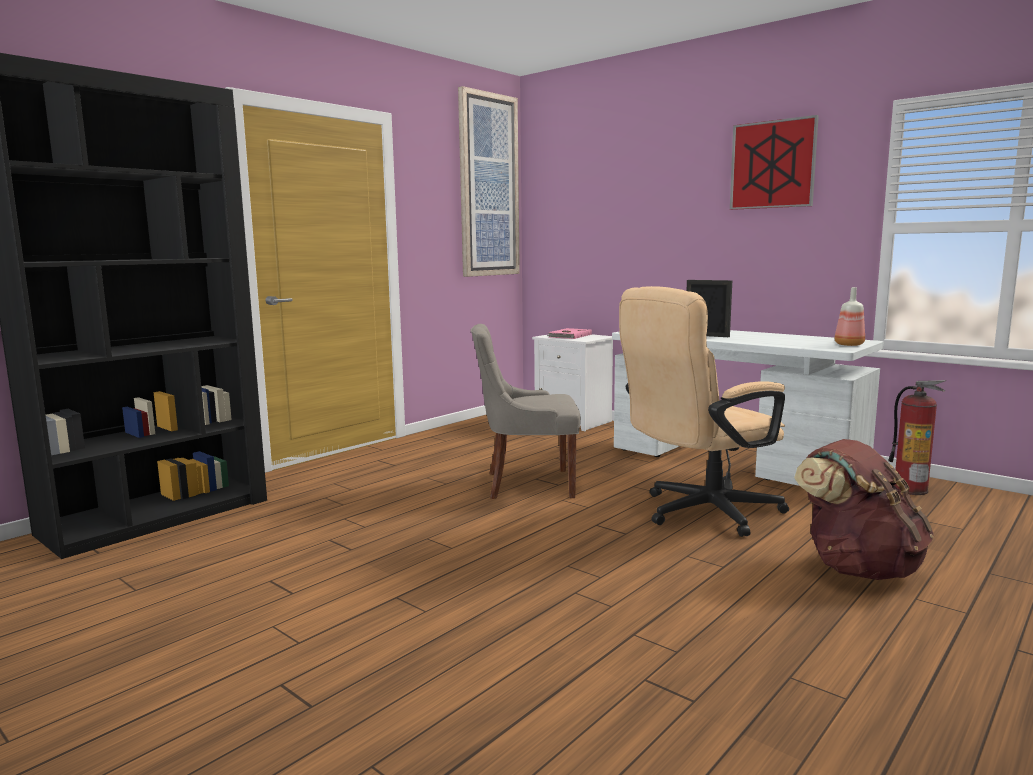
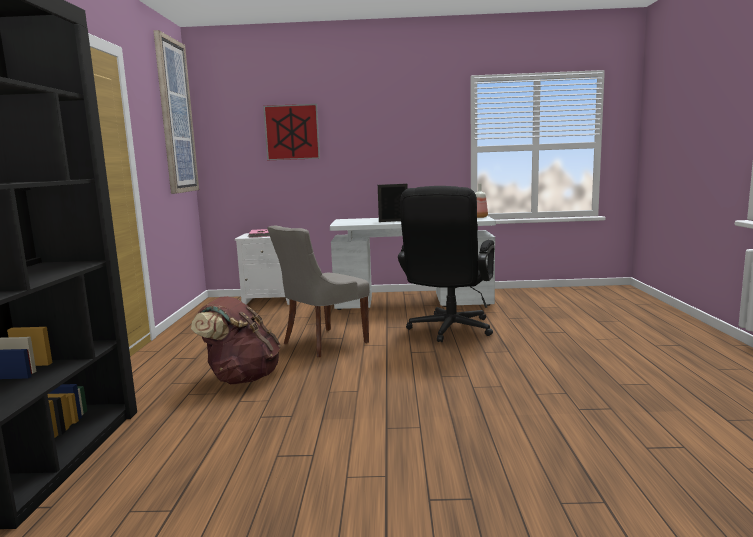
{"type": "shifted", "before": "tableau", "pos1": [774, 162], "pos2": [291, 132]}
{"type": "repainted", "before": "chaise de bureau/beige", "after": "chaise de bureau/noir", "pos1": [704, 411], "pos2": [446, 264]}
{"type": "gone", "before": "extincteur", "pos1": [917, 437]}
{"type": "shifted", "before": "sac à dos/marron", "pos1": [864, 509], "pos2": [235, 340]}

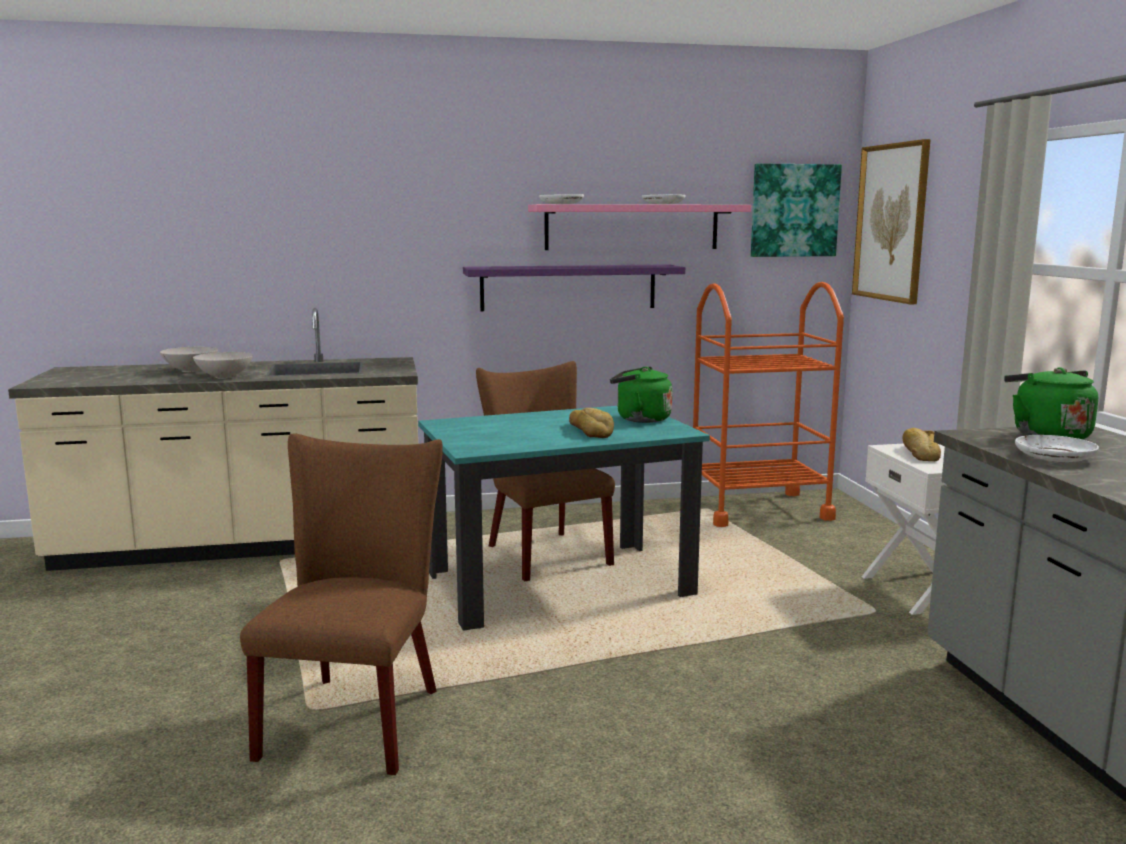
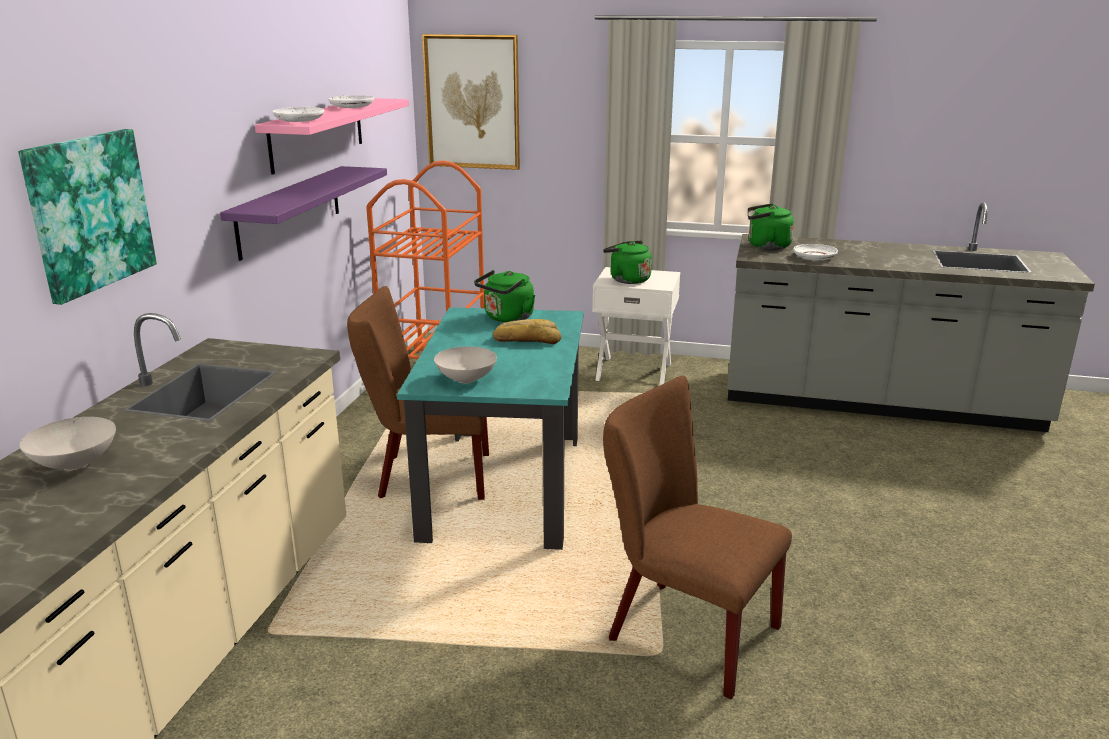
{"type": "shifted", "before": "tableau", "pos1": [796, 210], "pos2": [87, 217]}
{"type": "shifted", "before": "bol/blanc", "pos1": [223, 365], "pos2": [465, 364]}
{"type": "swapped", "before": "pain", "after": "bouilloire/vert", "pos1": [921, 444], "pos2": [627, 262]}

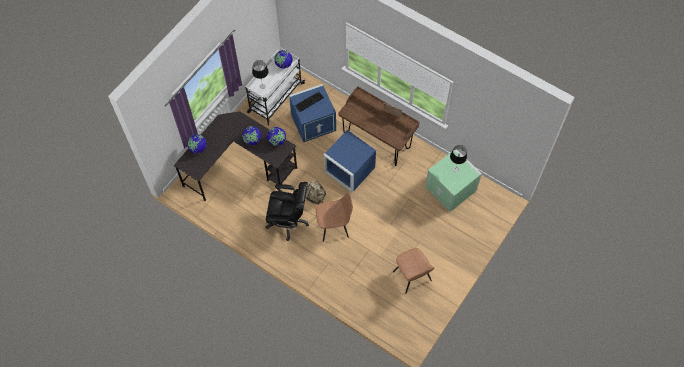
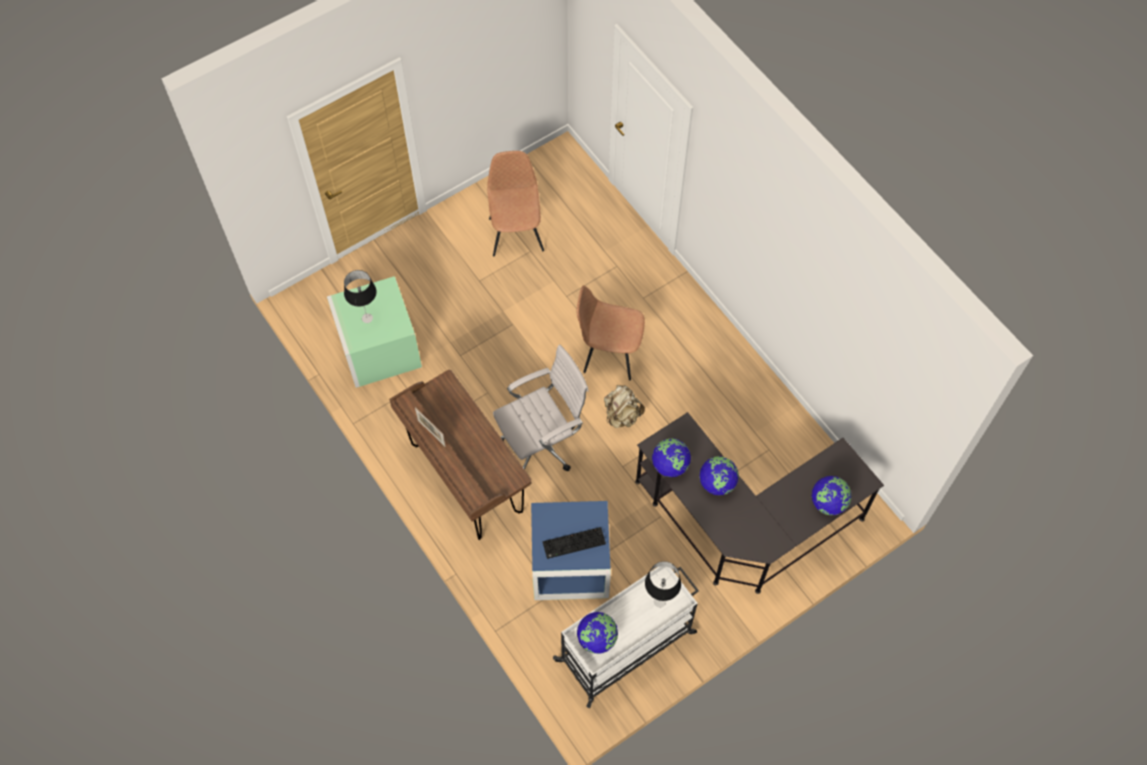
{"type": "swapped", "before": "boîte de rangement/bleu", "after": "chaise de bureau/blanc", "pos1": [349, 161], "pos2": [541, 408]}
{"type": "gone", "before": "chaise de bureau/noir", "pos1": [287, 211]}

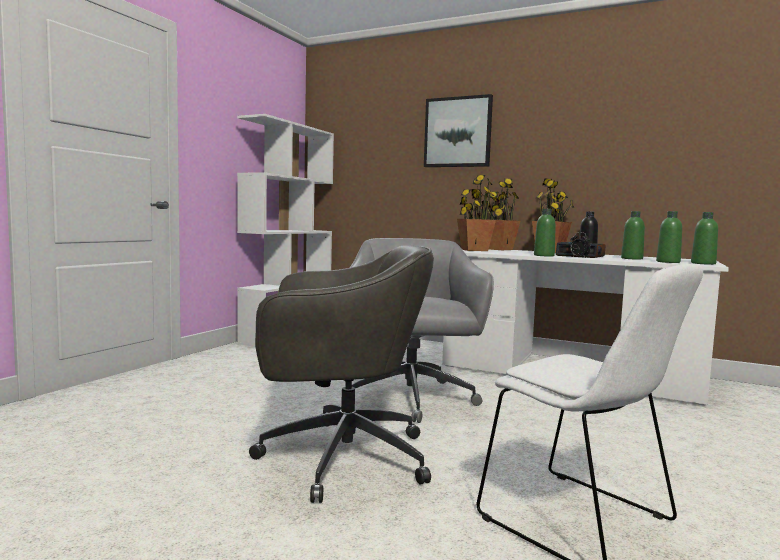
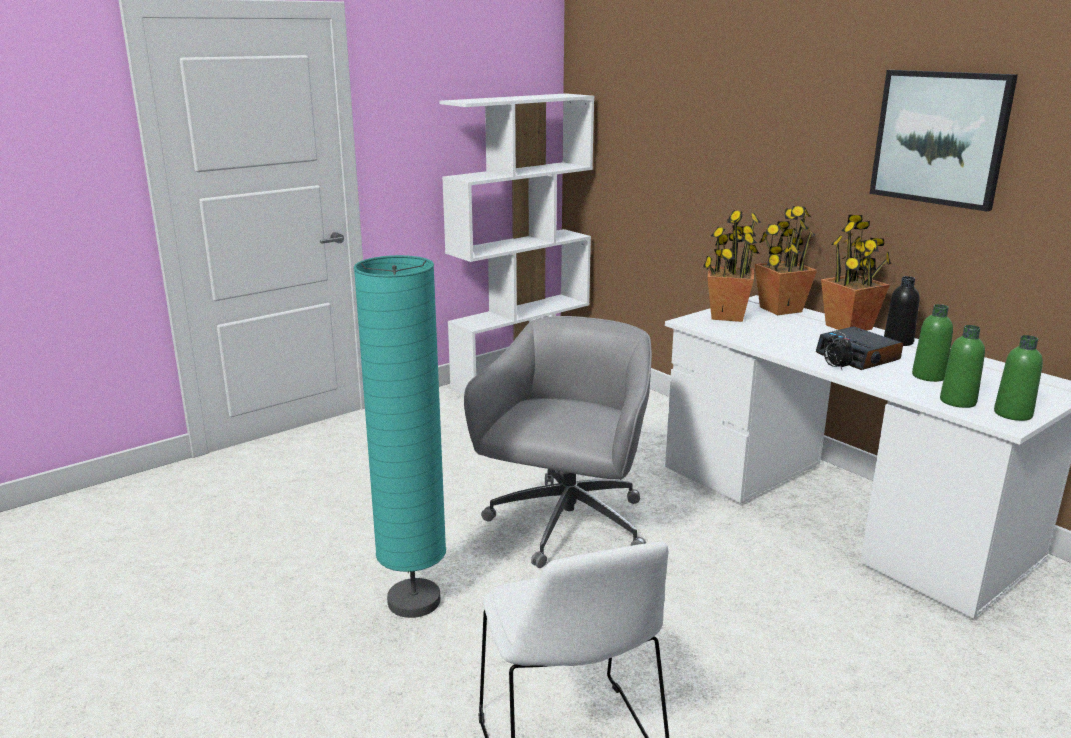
{"type": "shifted", "before": "tableau", "pos1": [458, 130], "pos2": [943, 140]}
{"type": "gone", "before": "bouteille/vert", "pos1": [545, 233]}
{"type": "swapped", "before": "chaise de bureau/gris", "after": "lampadaire/turquoise", "pos1": [341, 374], "pos2": [400, 436]}

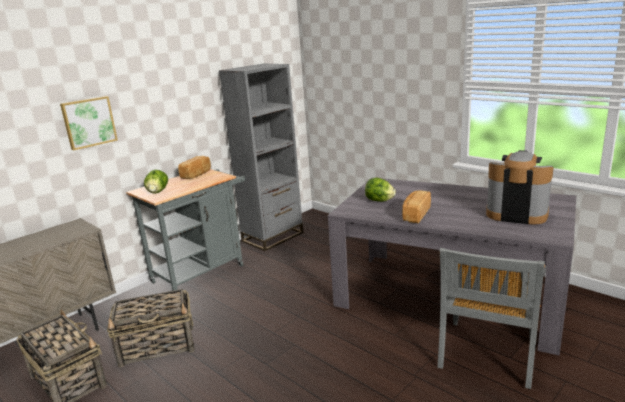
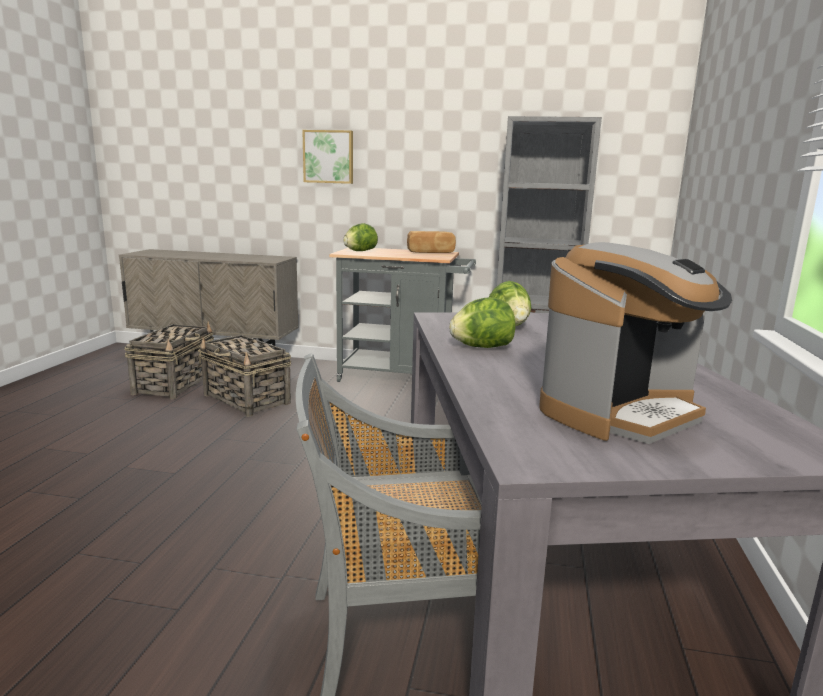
{"type": "rotated", "before": "machine à café", "pos1": [520, 187], "pos2": [636, 343], "turn": 60}
{"type": "swapped", "before": "pain", "after": "laitue", "pos1": [416, 206], "pos2": [482, 322]}

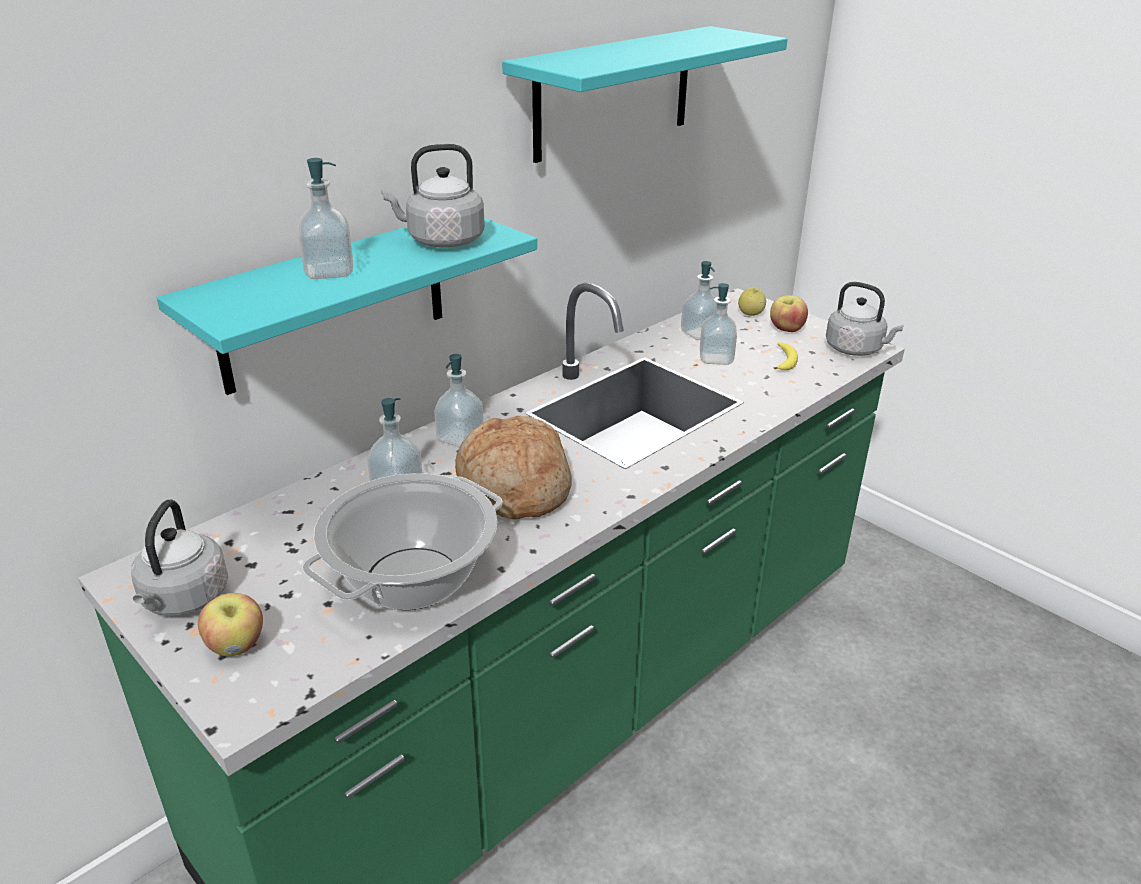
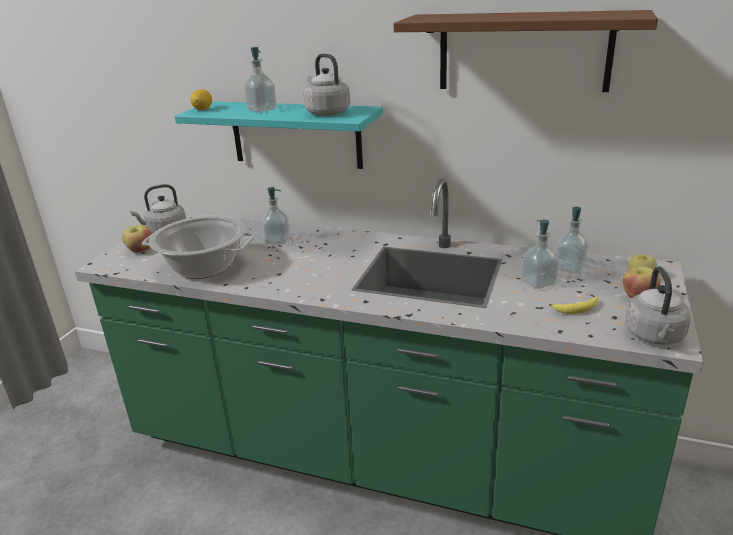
{"type": "repainted", "before": "étagère/turquoise", "after": "étagère/marron", "pos1": [645, 94], "pos2": [526, 51]}
{"type": "gone", "before": "distributeur de savon", "pos1": [459, 400]}
{"type": "gone", "before": "pain", "pos1": [513, 468]}
{"type": "new", "after": "citron", "pos2": [201, 99]}

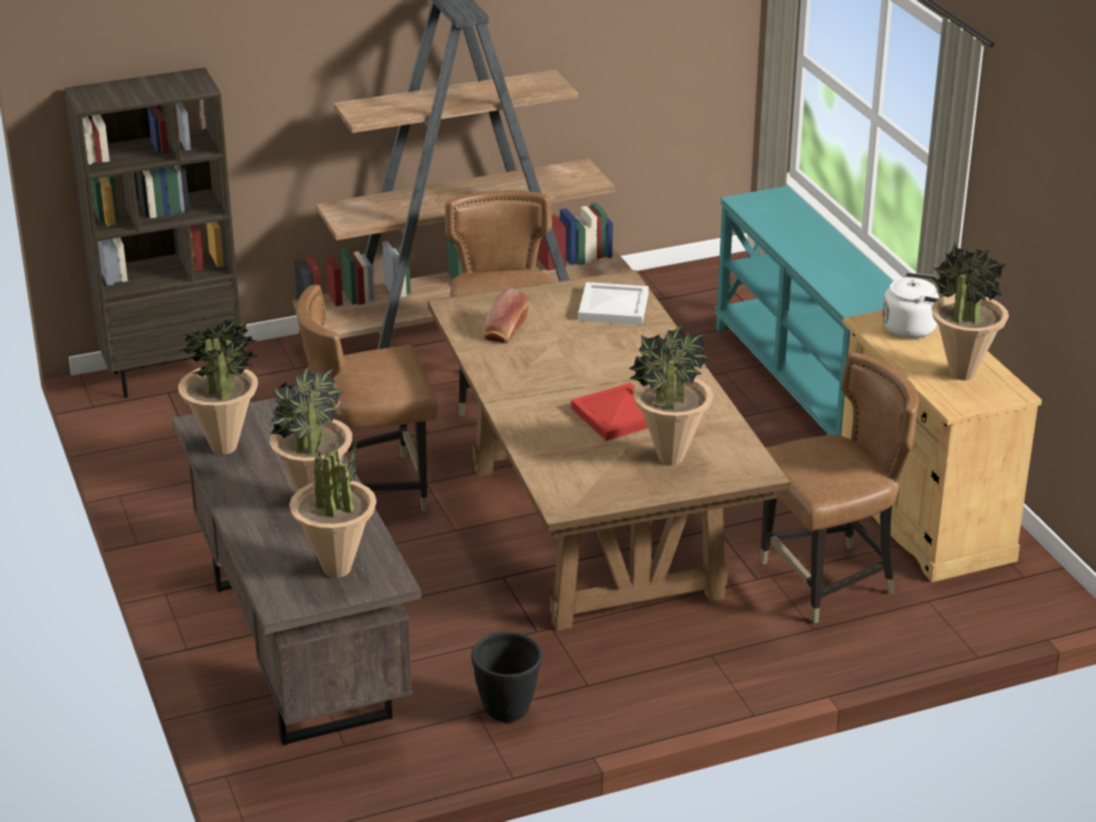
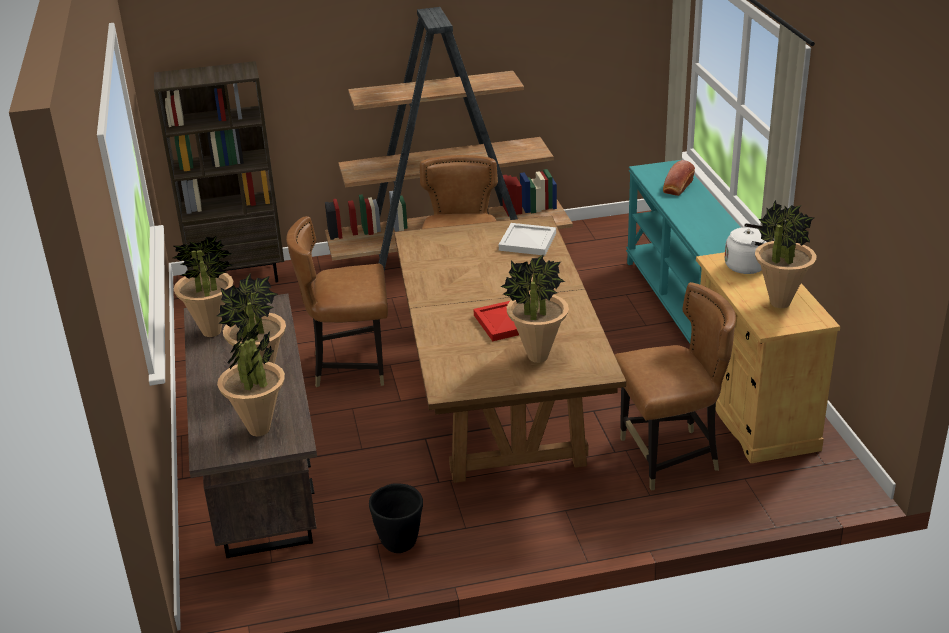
{"type": "shifted", "before": "pain", "pos1": [506, 315], "pos2": [679, 178]}

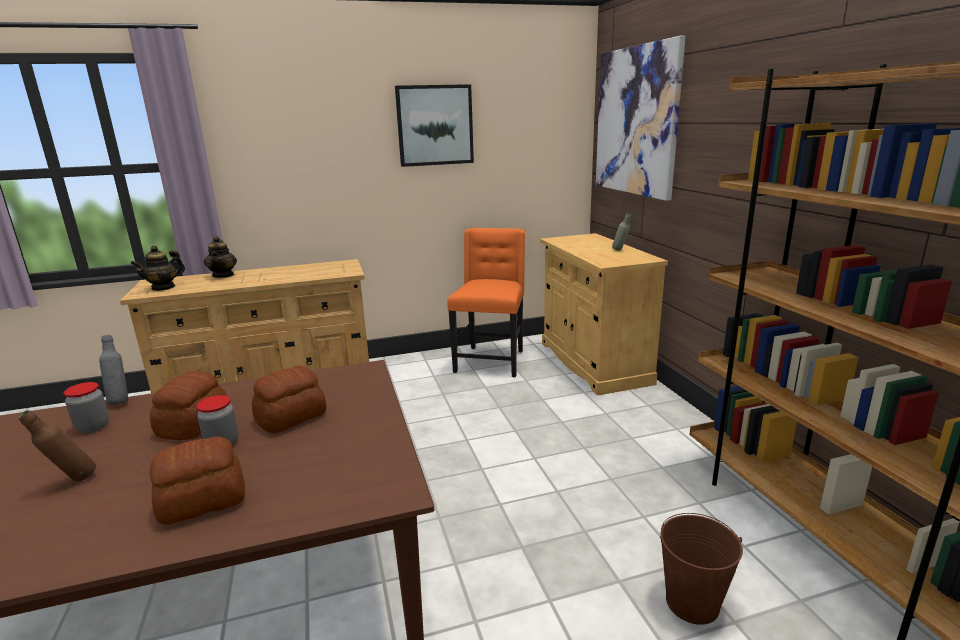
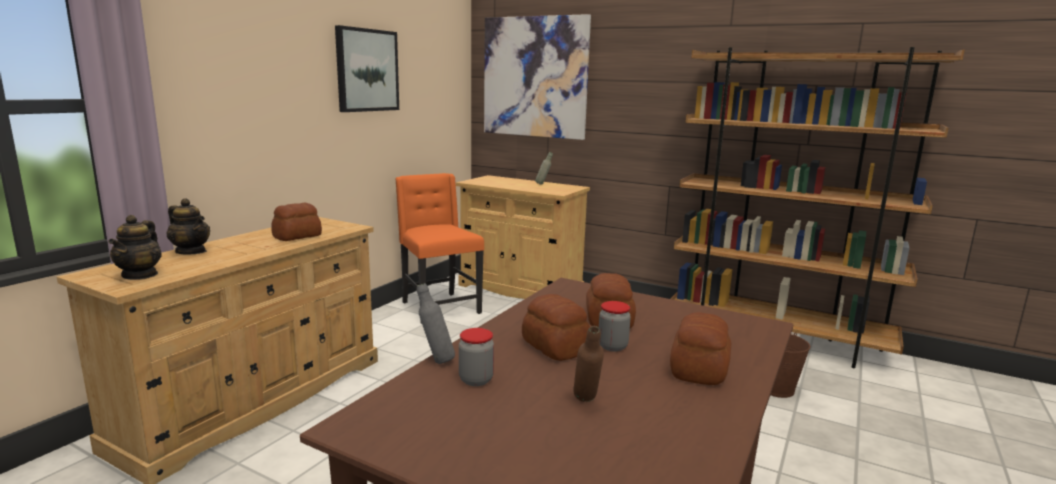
{"type": "new", "after": "pain", "pos2": [296, 222]}

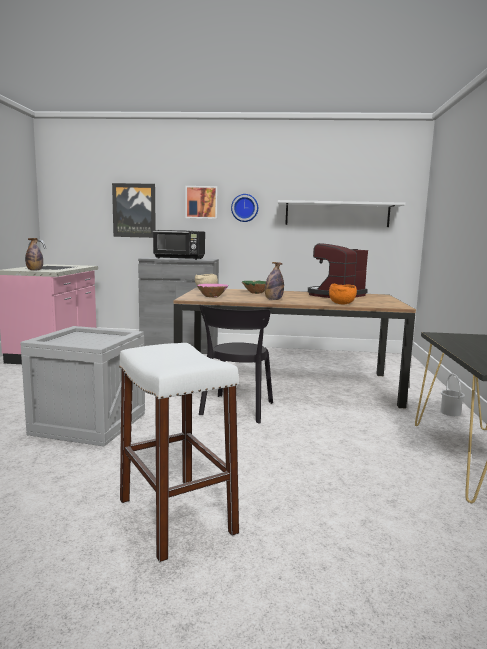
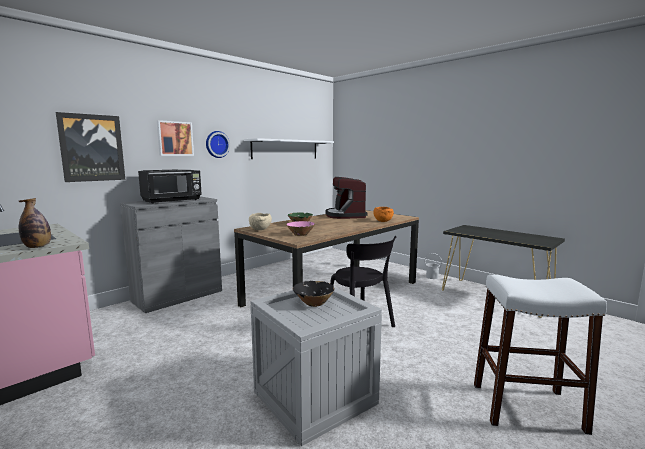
{"type": "gone", "before": "bouteille", "pos1": [274, 281]}
{"type": "new", "after": "bol/noir", "pos2": [313, 294]}

